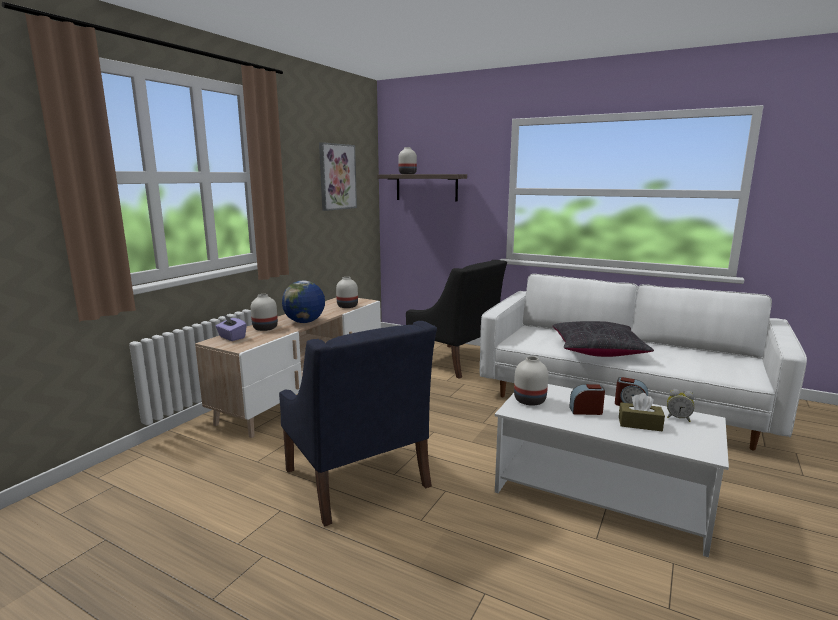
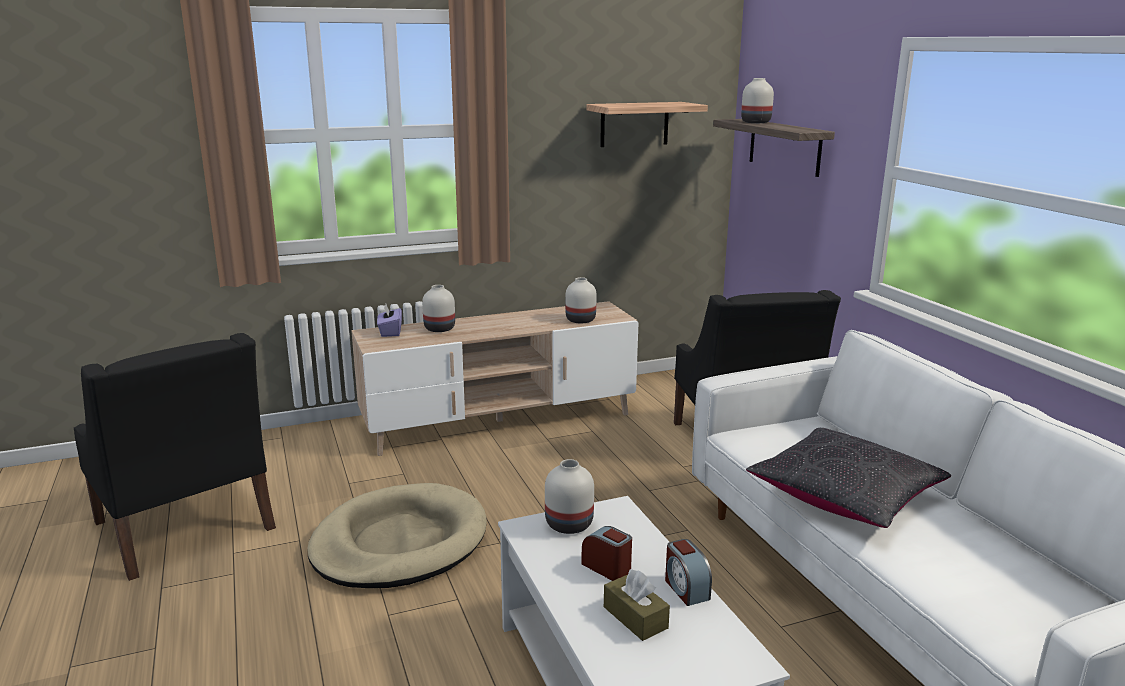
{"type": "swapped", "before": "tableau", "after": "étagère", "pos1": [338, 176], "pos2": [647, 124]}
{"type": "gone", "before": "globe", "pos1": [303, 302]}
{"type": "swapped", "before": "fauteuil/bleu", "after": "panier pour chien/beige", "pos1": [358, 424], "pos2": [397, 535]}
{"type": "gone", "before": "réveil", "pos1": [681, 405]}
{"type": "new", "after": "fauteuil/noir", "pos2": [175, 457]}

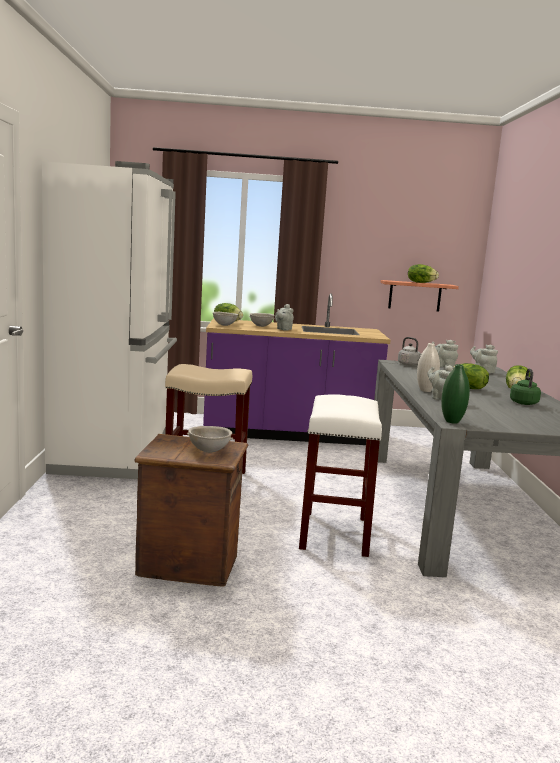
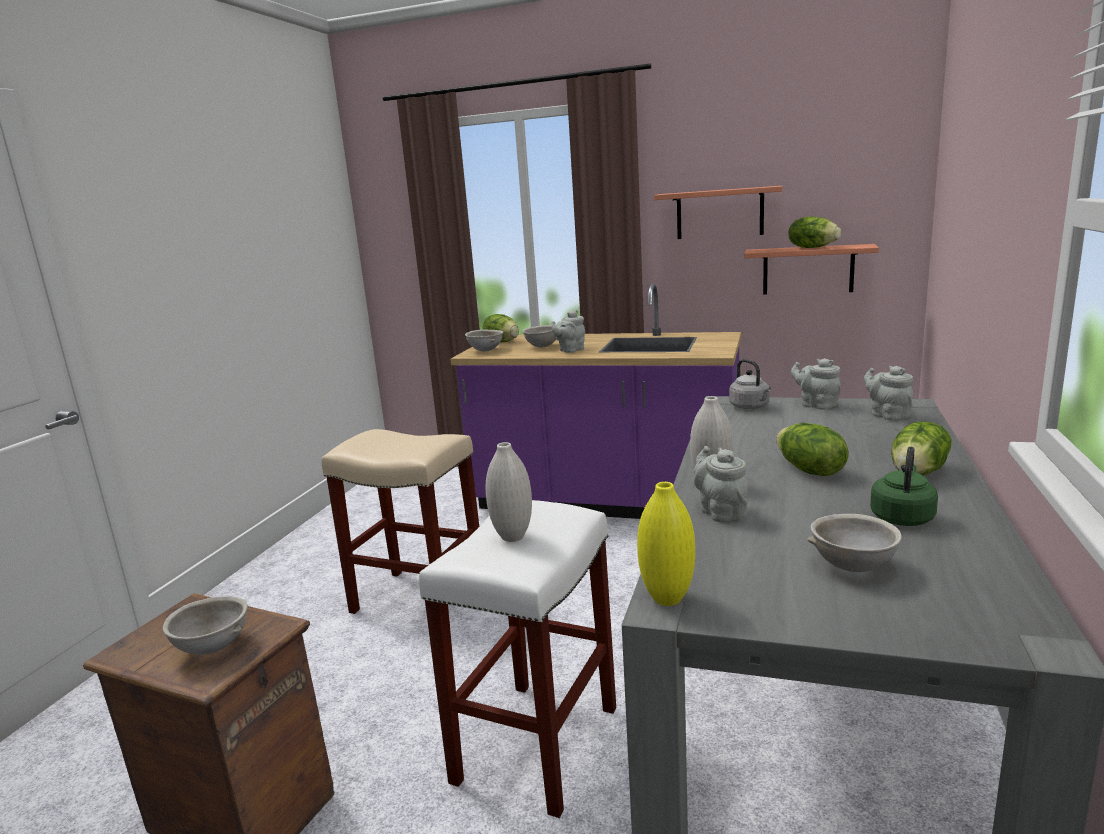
{"type": "gone", "before": "réfrigérateur/blanc", "pos1": [109, 320]}
{"type": "repainted", "before": "vase/vert", "after": "vase/jaune", "pos1": [455, 393], "pos2": [666, 544]}
{"type": "new", "after": "étagère", "pos2": [718, 212]}
{"type": "new", "after": "vase/blanc", "pos2": [508, 492]}
{"type": "new", "after": "bol/gris", "pos2": [854, 543]}

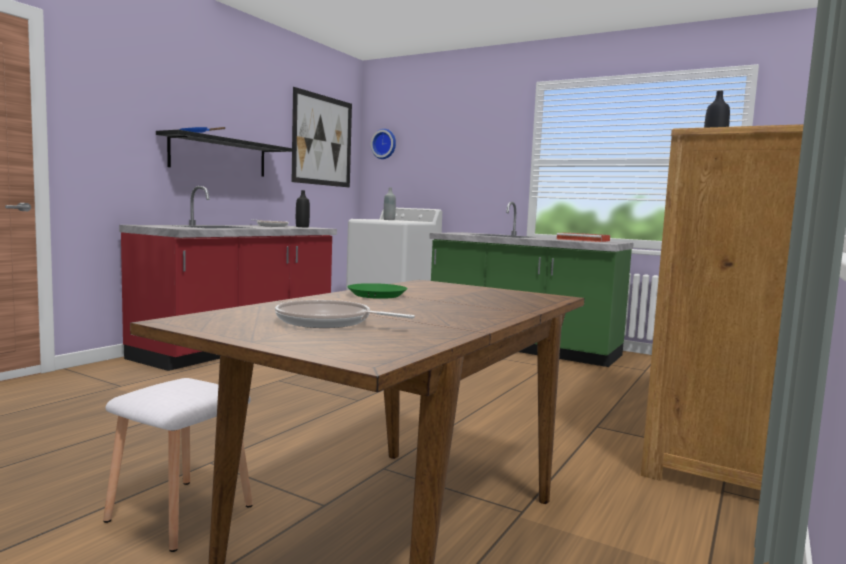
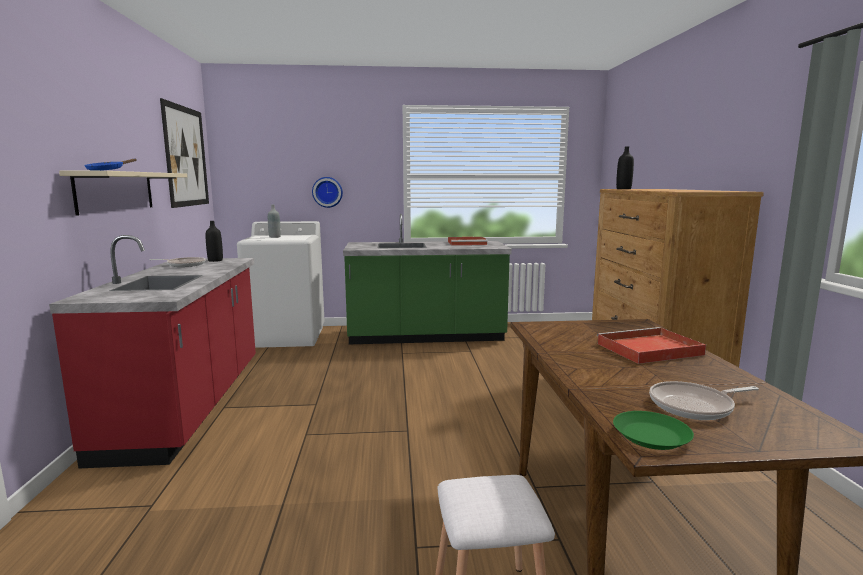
{"type": "shifted", "before": "horloge murale", "pos1": [383, 144], "pos2": [327, 192]}
{"type": "repainted", "before": "étagère/noir", "after": "étagère/beige", "pos1": [224, 153], "pos2": [123, 193]}
{"type": "shifted", "before": "assiette/vert", "pos1": [377, 291], "pos2": [653, 430]}
{"type": "new", "after": "plateau/rouge", "pos2": [651, 345]}

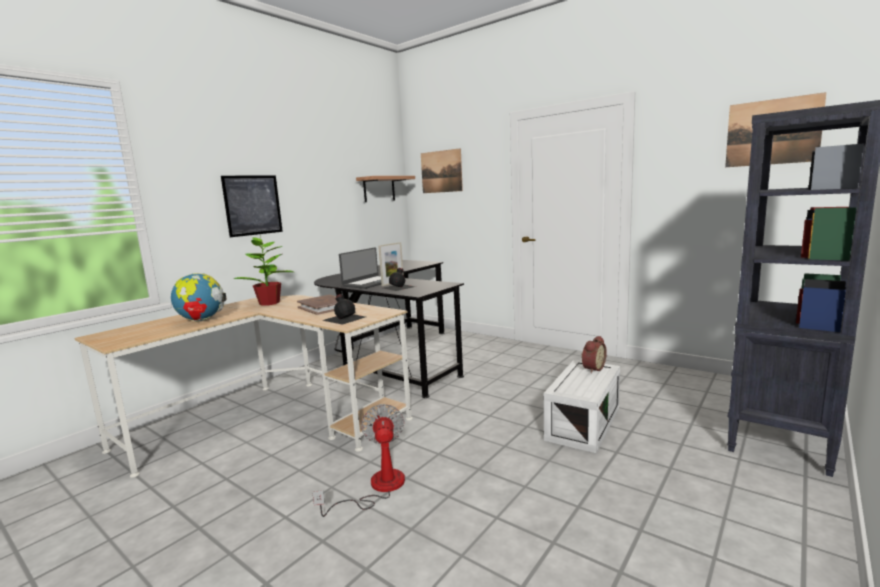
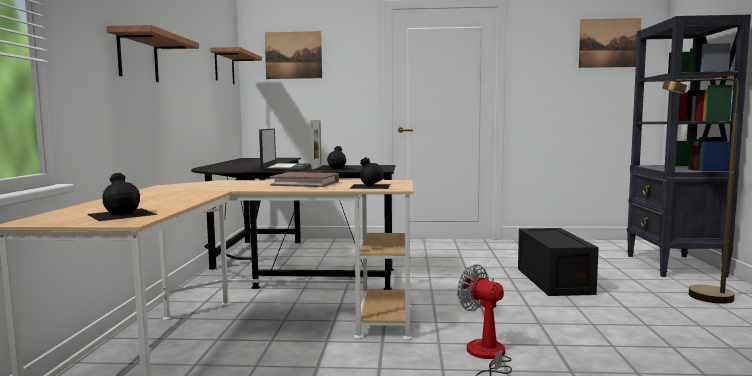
{"type": "swapped", "before": "tableau", "after": "étagère", "pos1": [252, 206], "pos2": [152, 53]}
{"type": "gone", "before": "plante en pot", "pos1": [264, 270]}
{"type": "gone", "before": "globe", "pos1": [198, 297]}
{"type": "gone", "before": "réveil", "pos1": [594, 354]}
{"type": "repainted", "before": "boîte de rangement/blanc", "after": "boîte de rangement/noir", "pos1": [582, 406], "pos2": [558, 262]}
{"type": "new", "after": "lampadaire/marron", "pos2": [700, 191]}
{"type": "new", "after": "bouteille/noir", "pos2": [122, 197]}

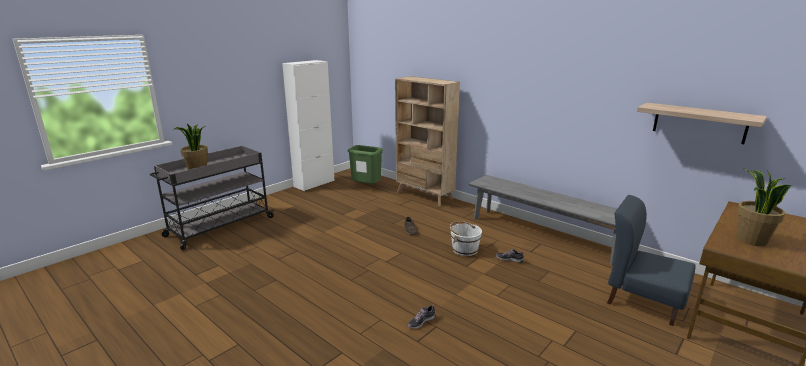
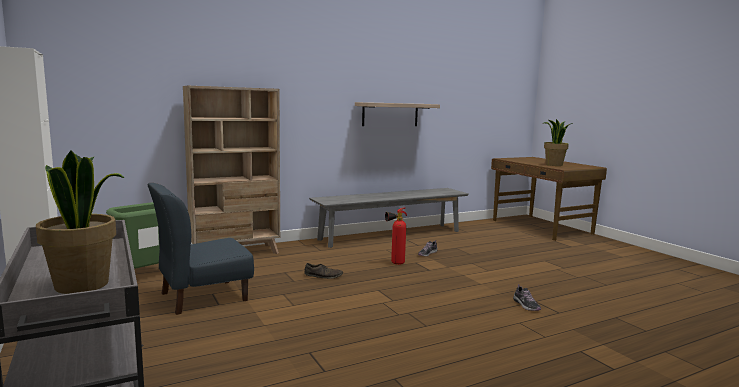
{"type": "shifted", "before": "étagère", "pos1": [702, 123], "pos2": [397, 114]}
{"type": "shifted", "before": "chaise/bleu", "pos1": [651, 260], "pos2": [201, 249]}
{"type": "swapped", "before": "seau/blanc", "after": "extincteur", "pos1": [466, 238], "pos2": [396, 236]}

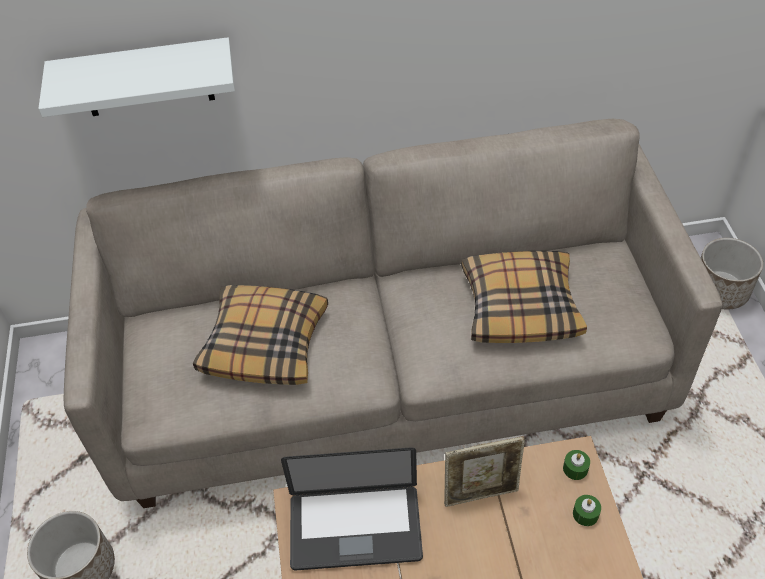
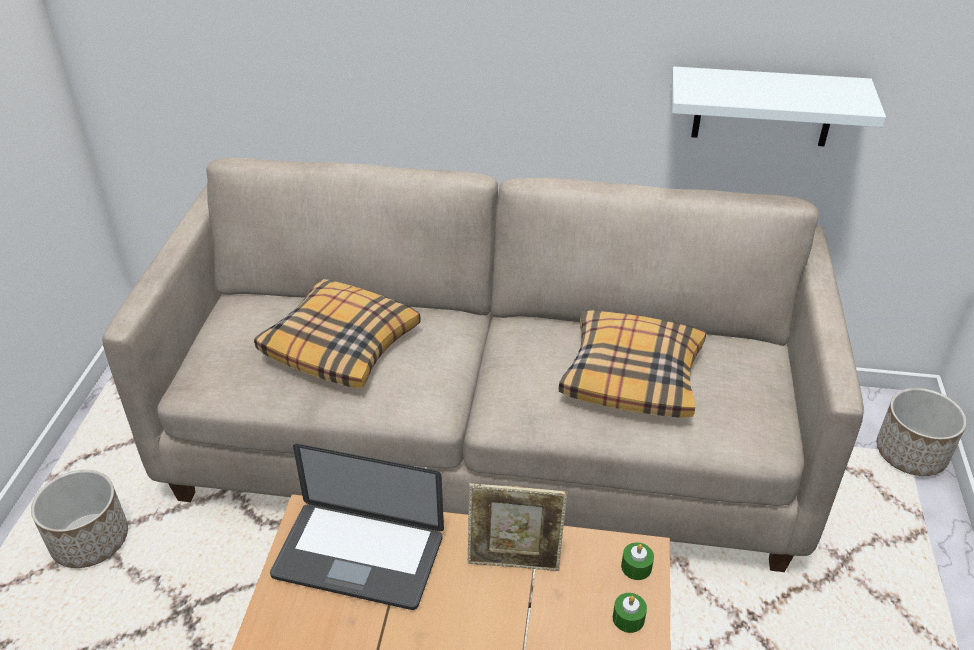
{"type": "shifted", "before": "étagère/blanc", "pos1": [136, 77], "pos2": [779, 106]}

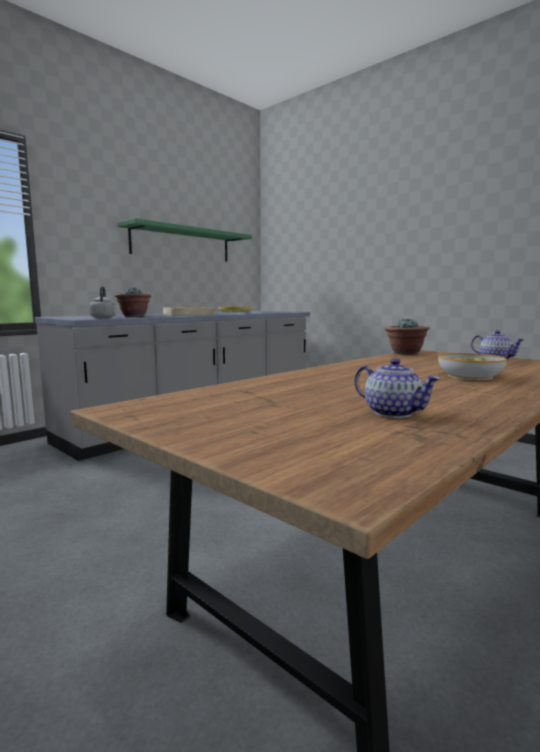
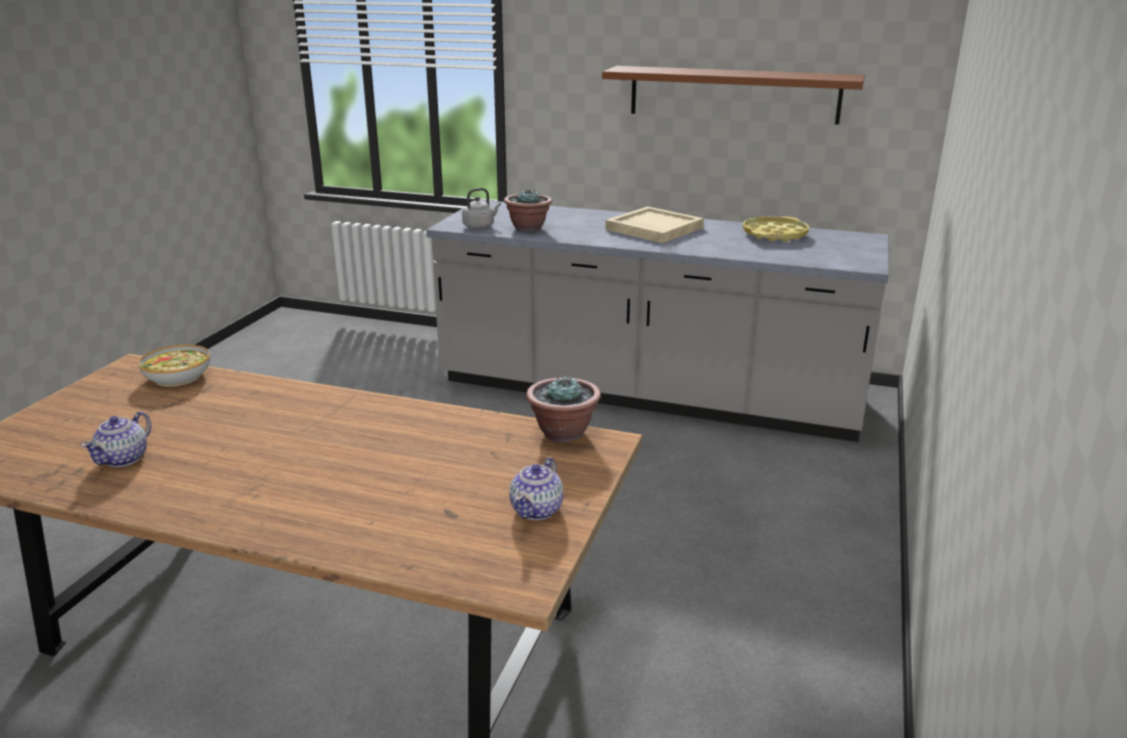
{"type": "repainted", "before": "étagère/vert", "after": "étagère/marron", "pos1": [185, 240], "pos2": [733, 95]}
{"type": "shifted", "before": "bol", "pos1": [472, 366], "pos2": [174, 366]}

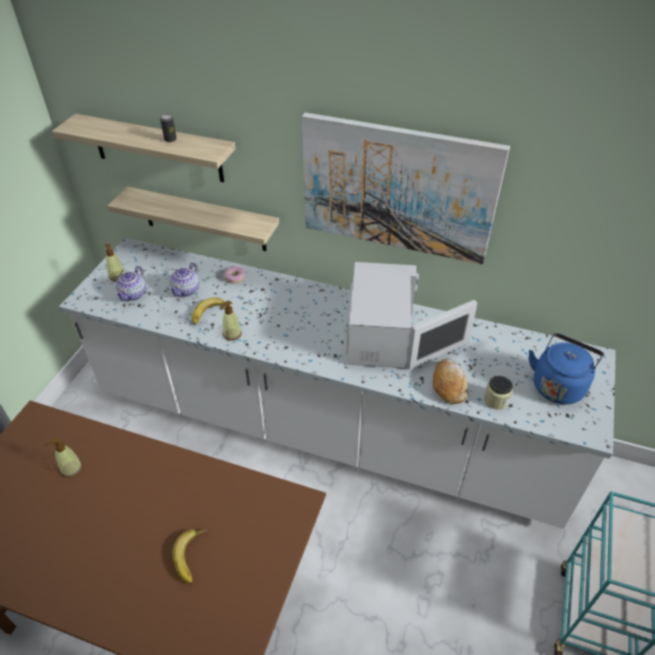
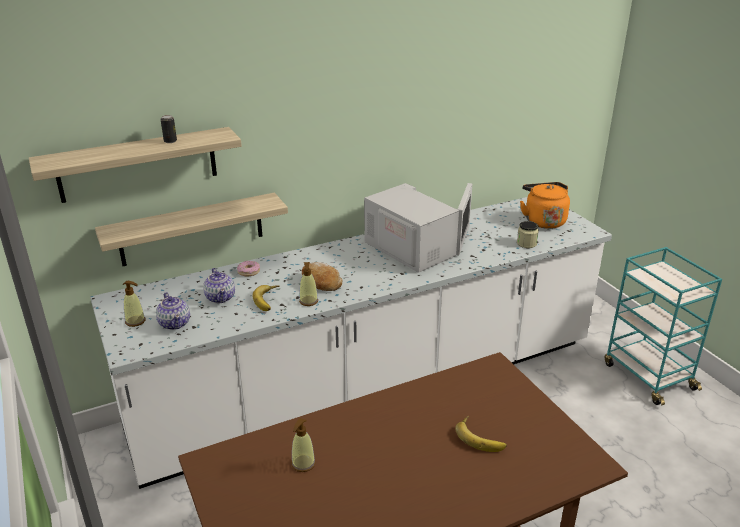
{"type": "gone", "before": "tableau", "pos1": [406, 188]}
{"type": "repainted", "before": "bouilloire/bleu", "after": "bouilloire/orange", "pos1": [566, 368], "pos2": [545, 205]}
{"type": "shifted", "before": "pain", "pos1": [451, 381], "pos2": [322, 276]}

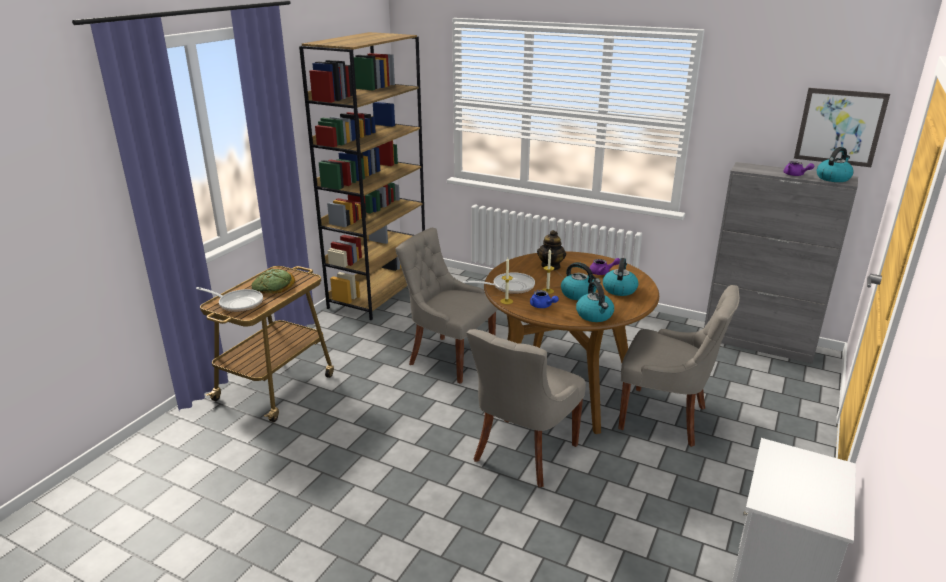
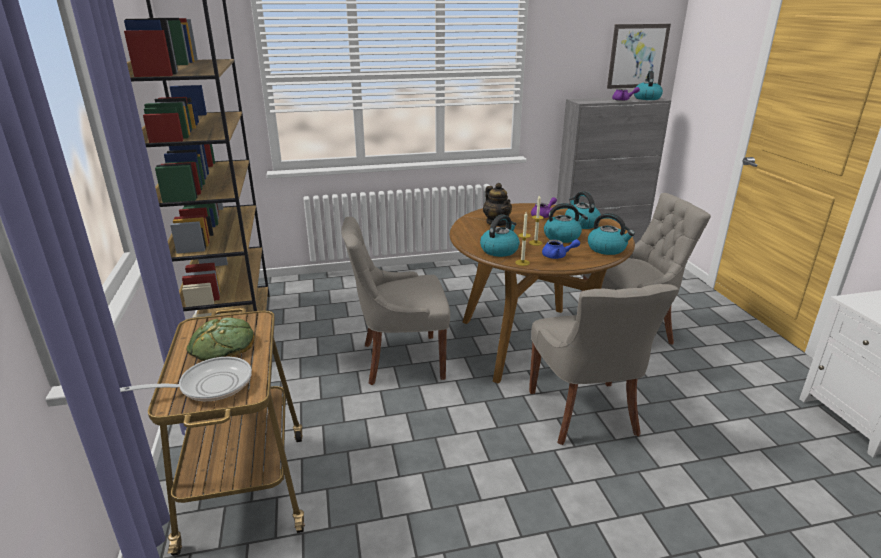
{"type": "swapped", "before": "poêle", "after": "bouilloire", "pos1": [499, 283], "pos2": [500, 235]}

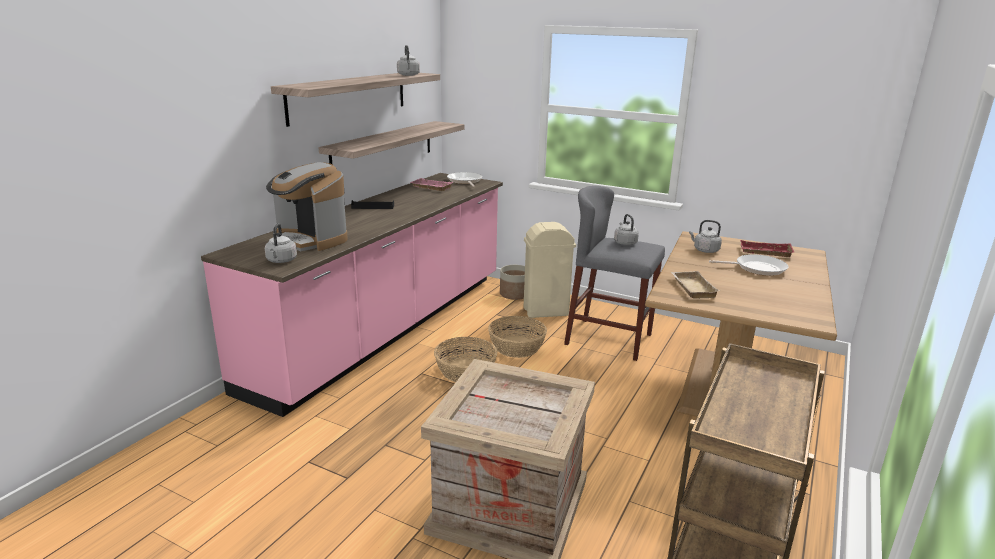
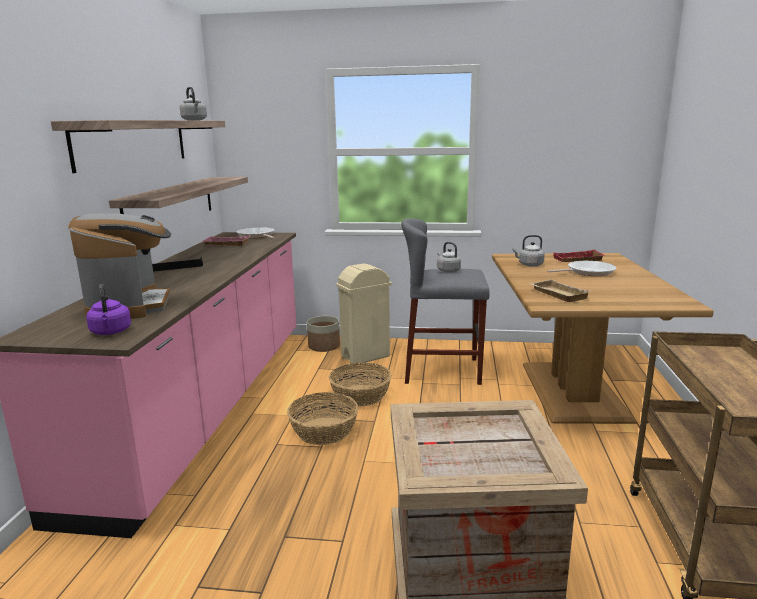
{"type": "rotated", "before": "machine à café", "pos1": [306, 206], "pos2": [119, 266], "turn": -120}
{"type": "repainted", "before": "bouilloire/gris", "after": "bouilloire/violet", "pos1": [281, 243], "pos2": [108, 309]}

